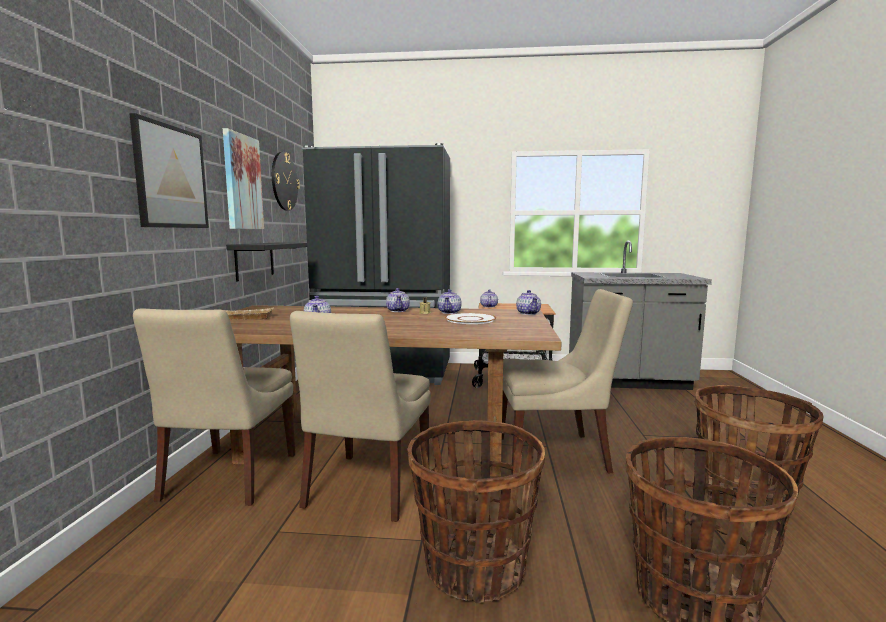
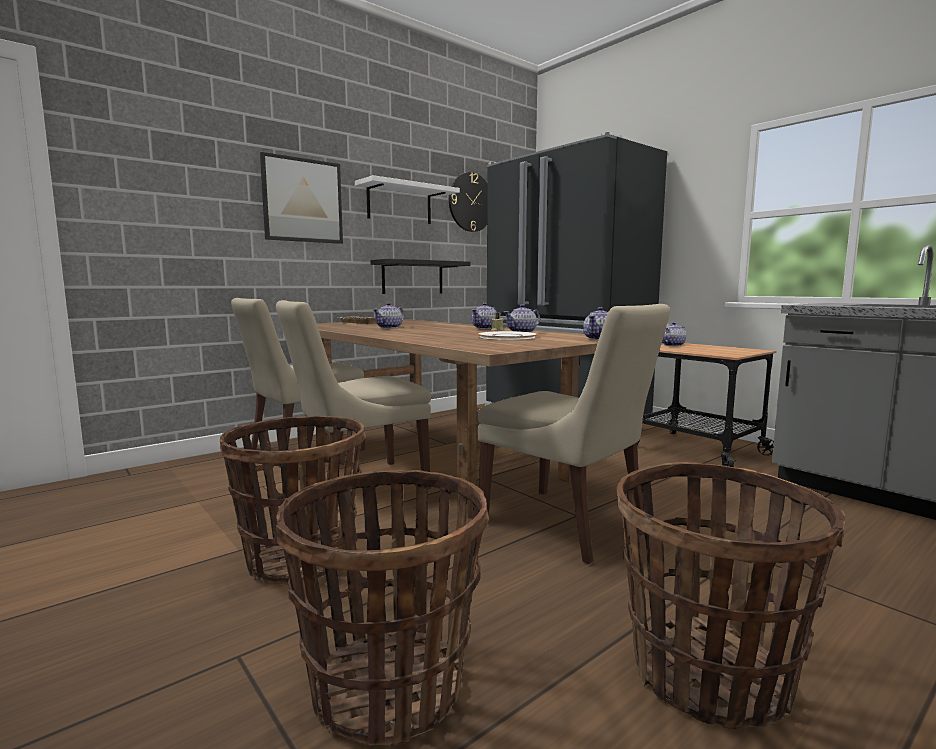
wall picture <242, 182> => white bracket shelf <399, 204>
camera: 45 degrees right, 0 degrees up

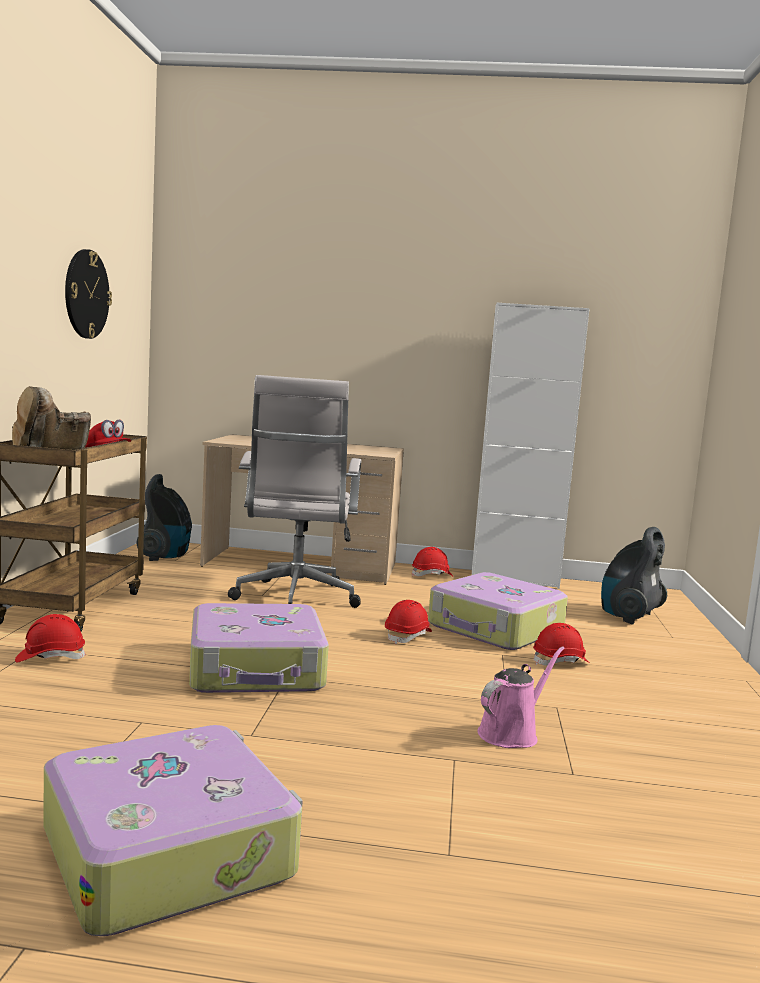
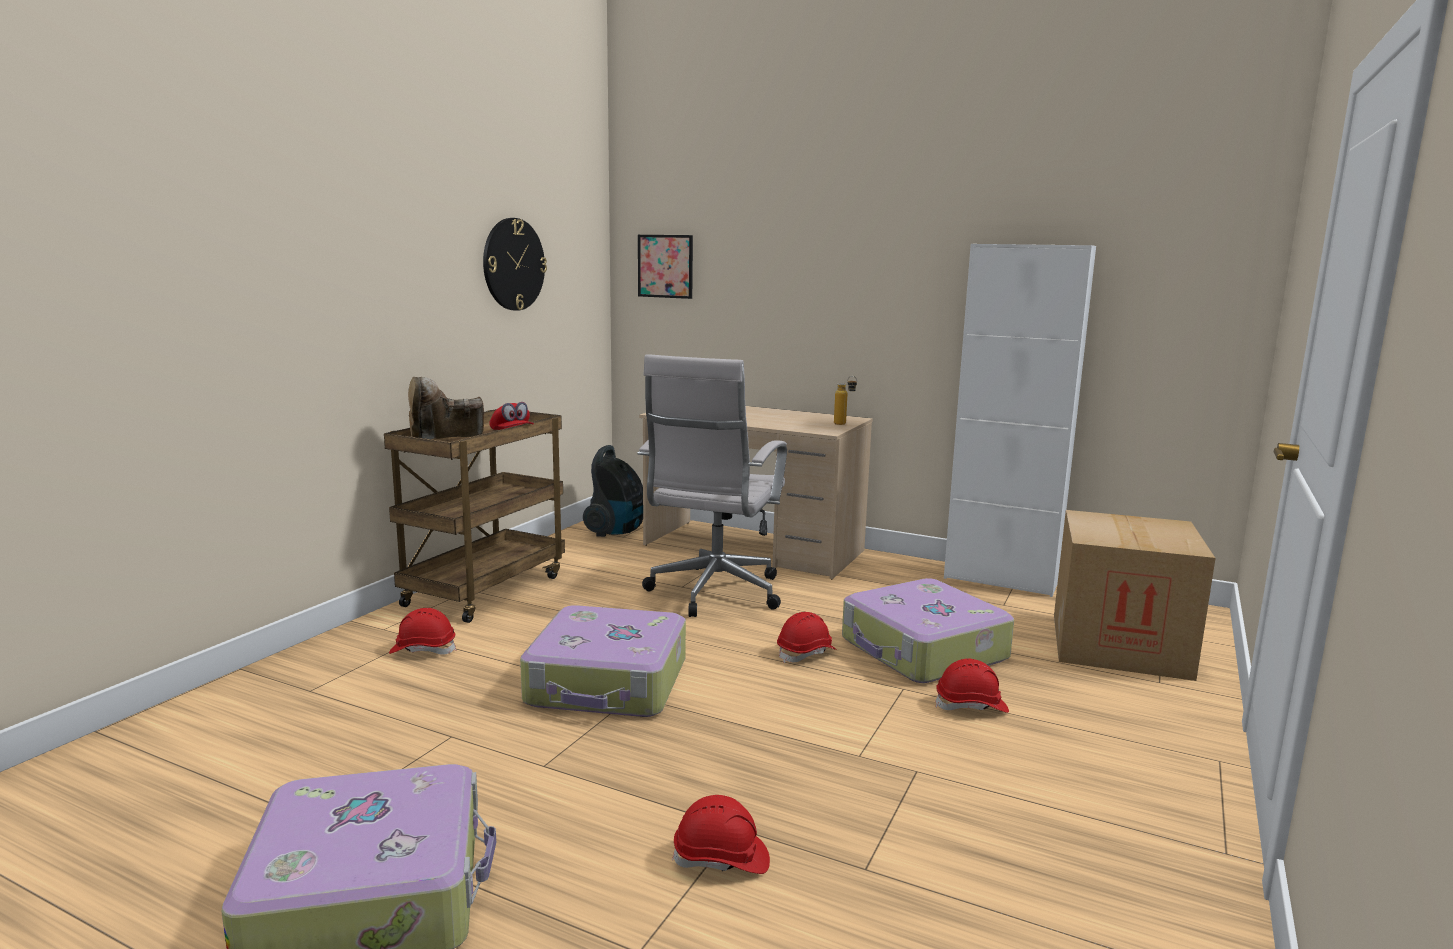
hoover <629, 616> => cardboard box <1119, 645>
red safety helmet <432, 575> => red safety helmet <721, 859>, relocated
pink-coloured watering pot <511, 733> => nothing
nothing => wall picture <665, 266>
nothing => bottle <844, 424>
camera: 20 degrees right, 5 degrees up

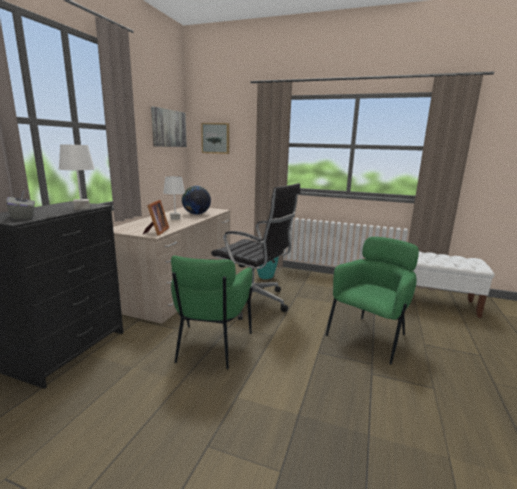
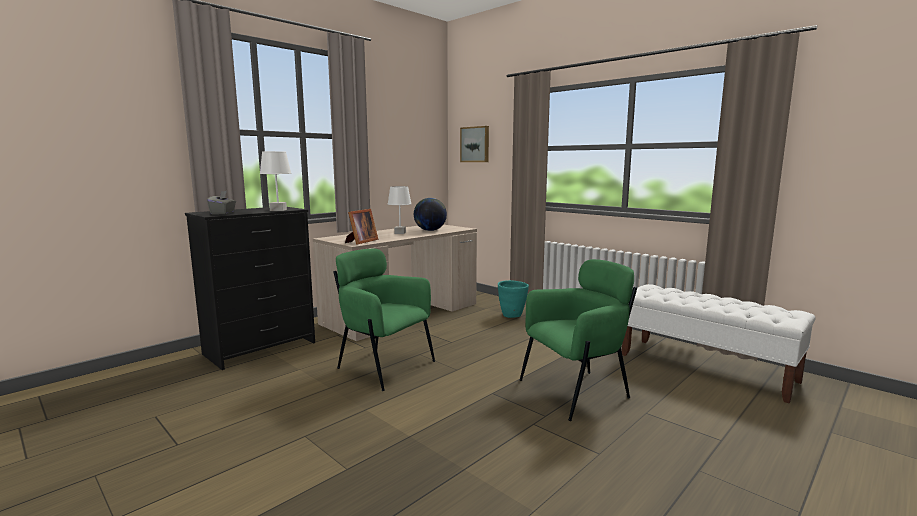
wall picture <168, 128> => nothing
black-coloured desk chair <253, 302> => nothing
greenish armchair <211, 346> => greenish armchair <383, 367>, 90 degrees clockwise
camera: 25 degrees right, 5 degrees down

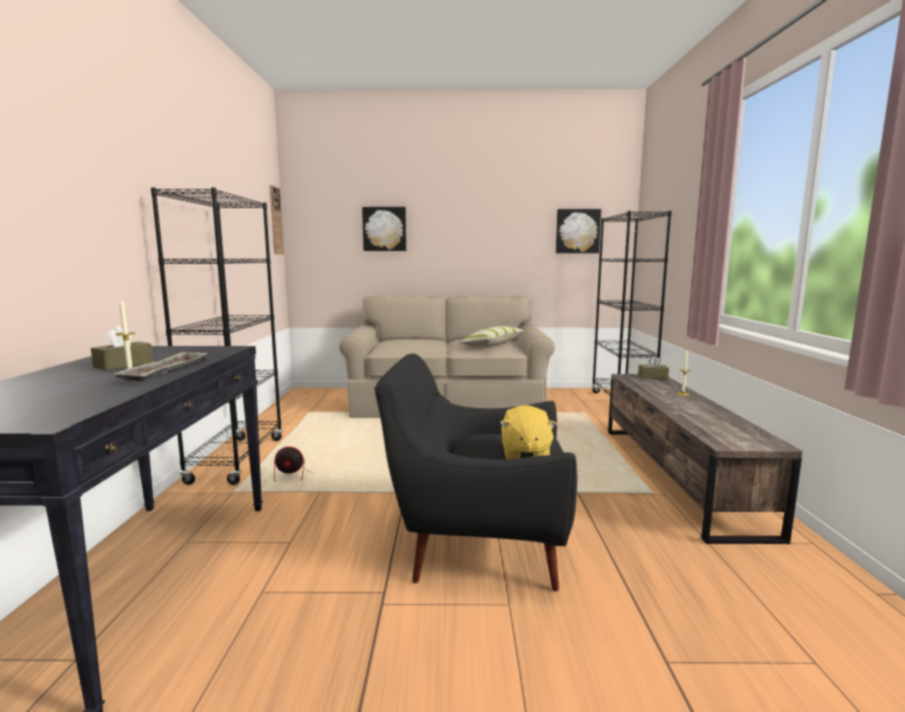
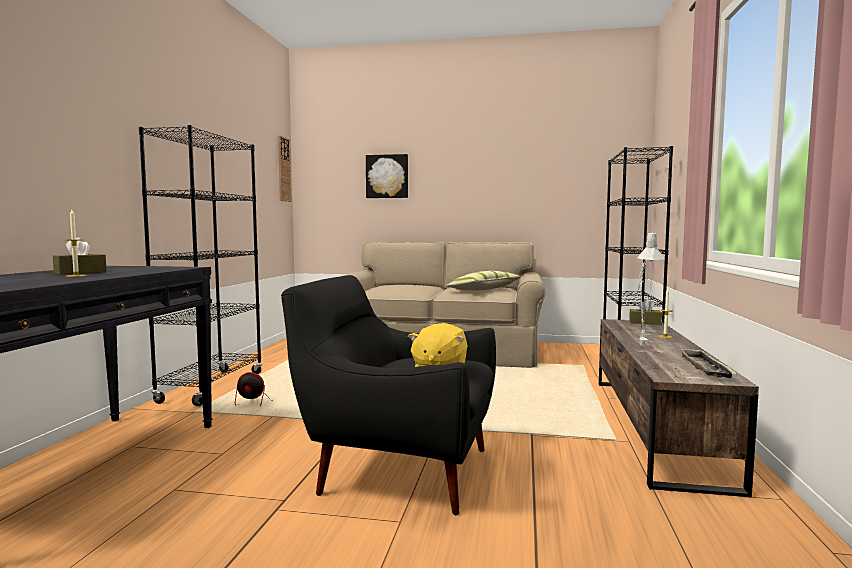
wall picture <577, 231> => nothing
serving tray <167, 372> => serving tray <704, 368>, relocated
nothing => grey tabletop lamp <641, 345>
camera: 10 degrees right, 5 degrees down

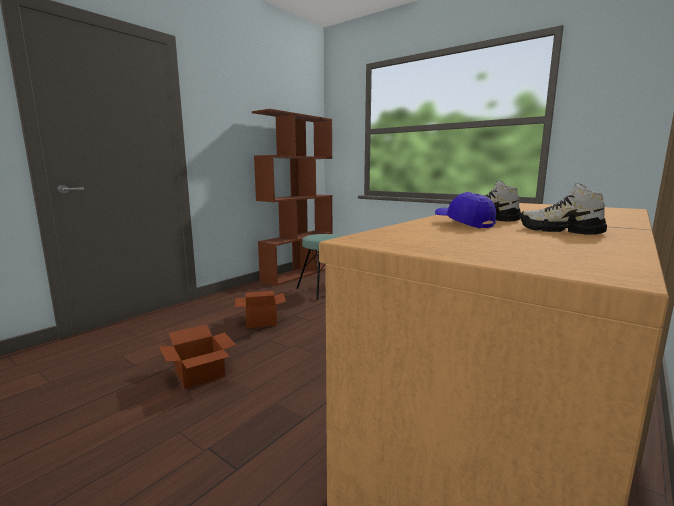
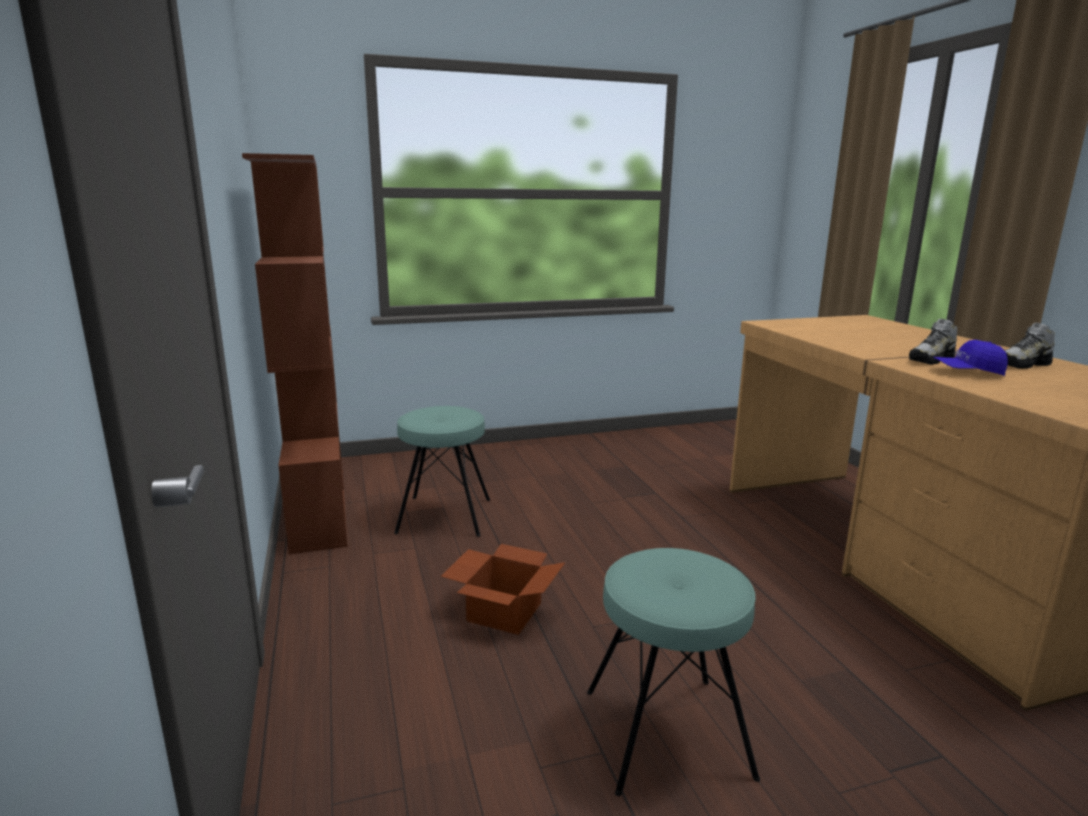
cardboard box <199, 375> => turquoise-coloured stool seat <666, 733>
camera: 55 degrees left, 5 degrees up

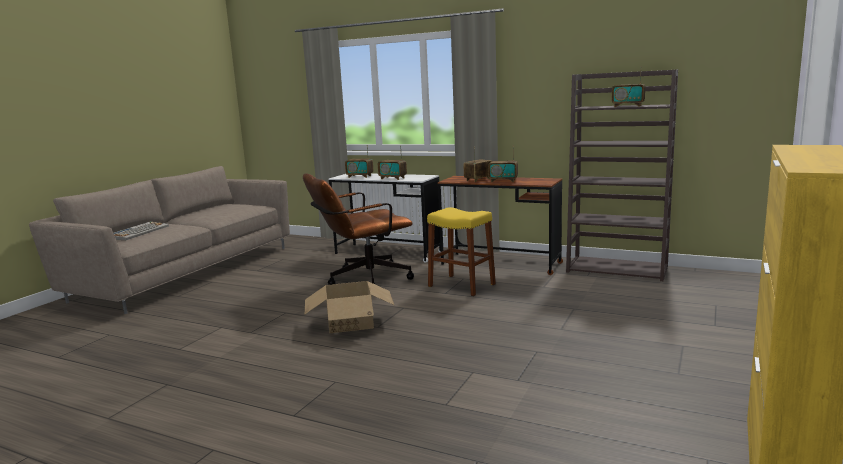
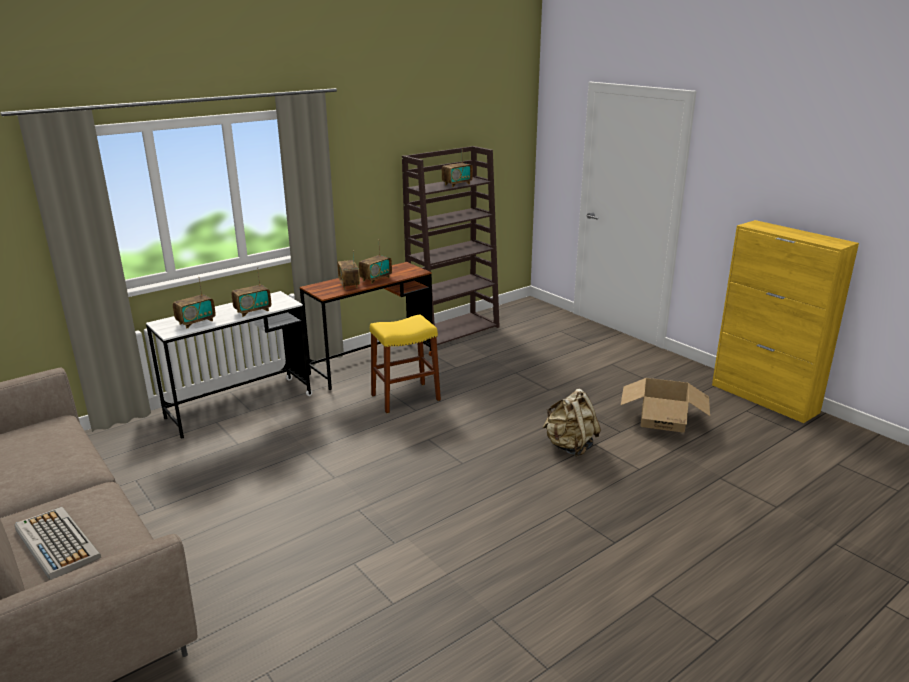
brownish desk chair <362, 280> => nothing
cardboard box <350, 322> => cardboard box <663, 419>, relocated
nothing => sand-coloured rucksack <570, 446>
camera: 65 degrees left, 10 degrees up

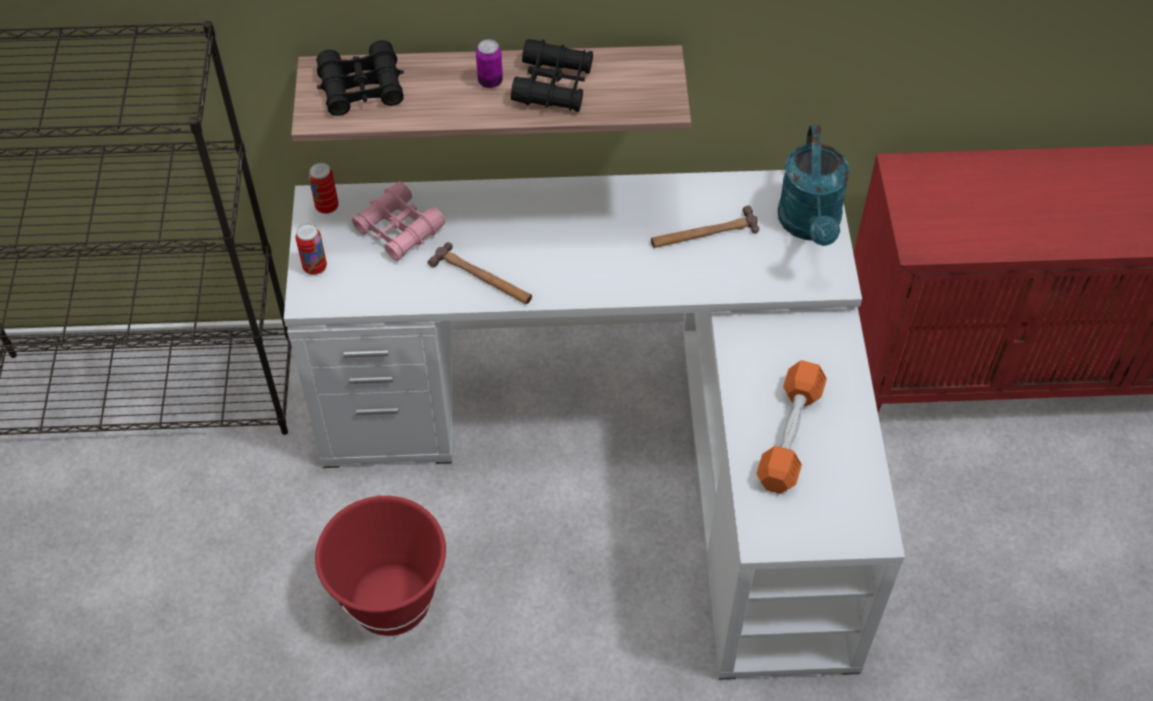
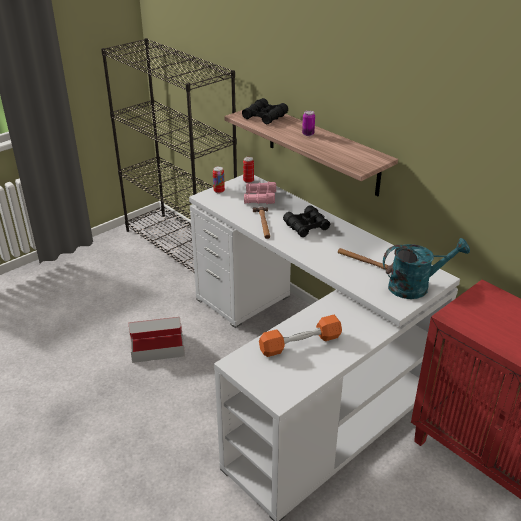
black-coloured field glasses <553, 85> => black-coloured field glasses <306, 226>, relocated
turquoise-coloured watering pot <810, 226> => turquoise-coloured watering pot <416, 286>, 150 degrees counterclockwise
red water bucket <391, 600> => cardboard box <158, 348>
camera: 50 degrees right, 20 degrees down

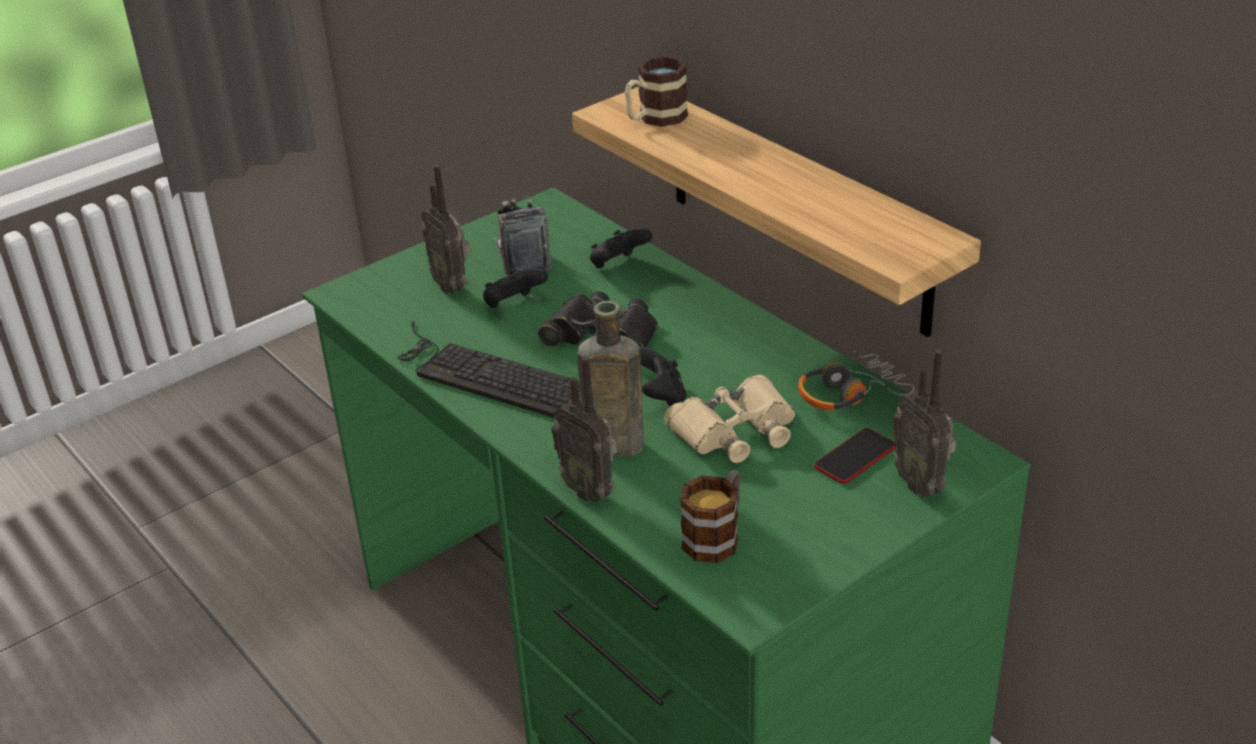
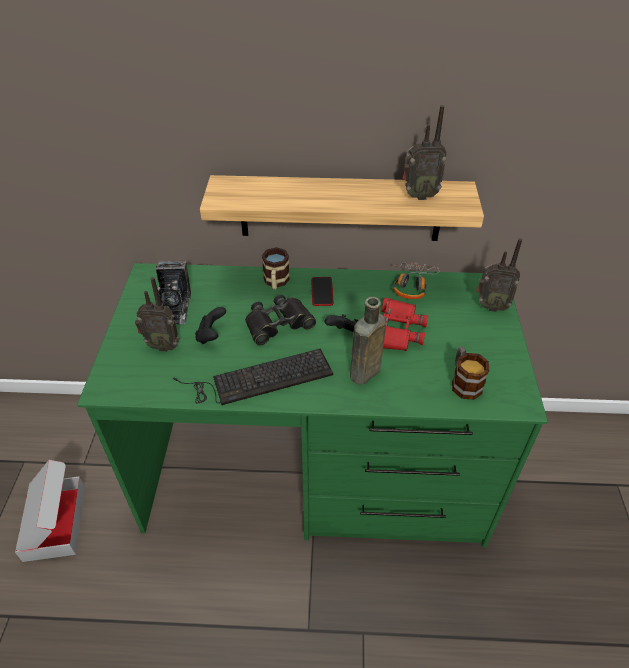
tea mug <655, 119> => tea mug <276, 282>, relocated
still camera <522, 256> => still camera <175, 307>, 120 degrees counterclockwise
black-coloured game controller <618, 265> => nothing
radio <590, 490> => radio <418, 195>, relocated
sand-coloured field glasses <735, 430> => red field glasses <398, 330>
phone <855, 457> => phone <322, 292>, relocated
nothing => cardboard box <55, 522>
camera: 50 degrees left, 10 degrees up

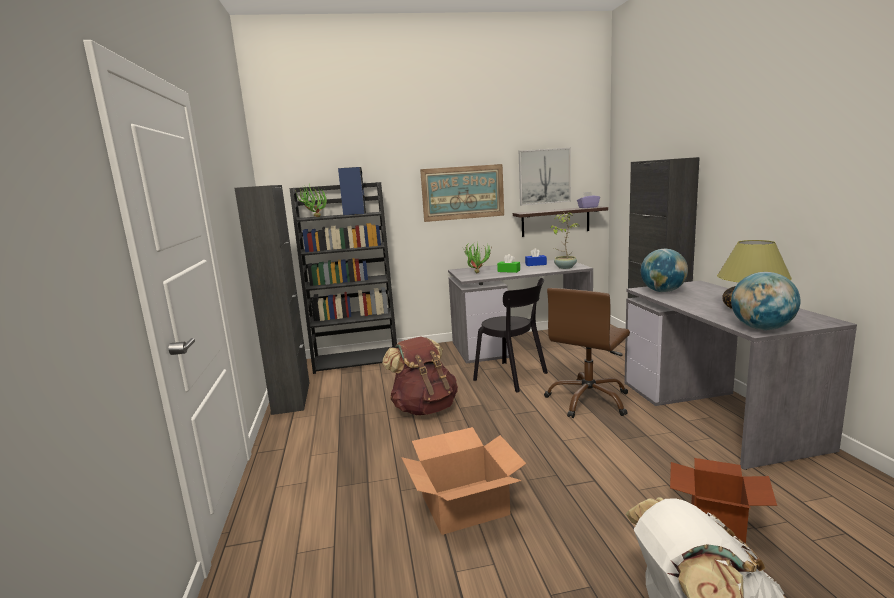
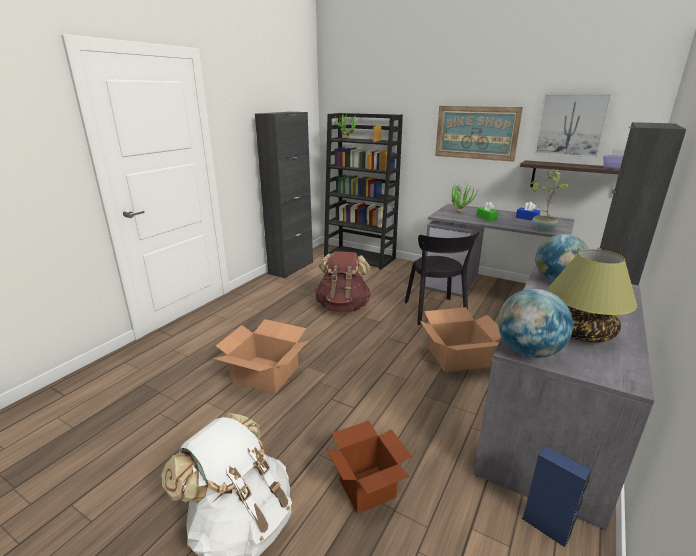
blue audio speaker <354, 214> => blue audio speaker <546, 526>, relocated
brownish desk chair <588, 400> => cardboard box <457, 356>
camera: 40 degrees right, 10 degrees up

